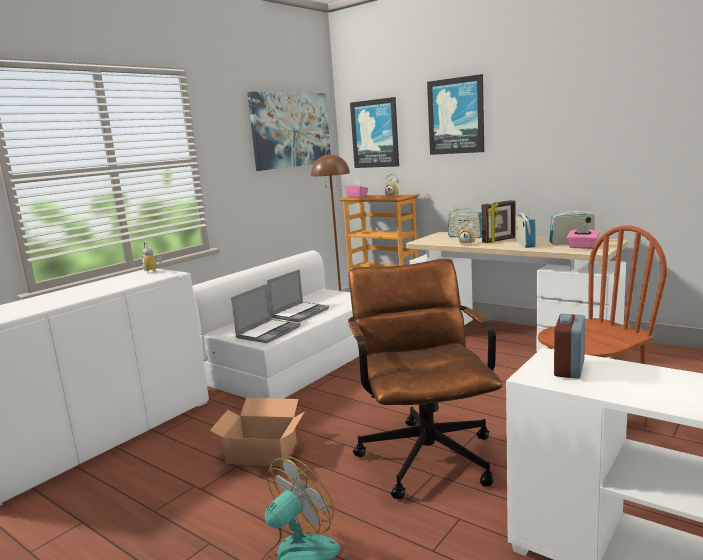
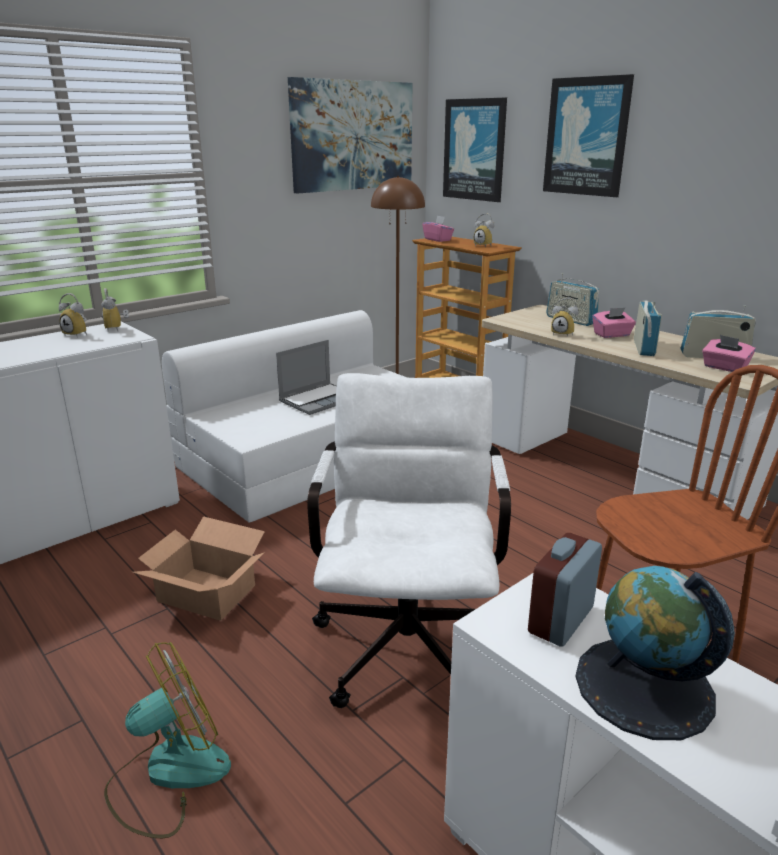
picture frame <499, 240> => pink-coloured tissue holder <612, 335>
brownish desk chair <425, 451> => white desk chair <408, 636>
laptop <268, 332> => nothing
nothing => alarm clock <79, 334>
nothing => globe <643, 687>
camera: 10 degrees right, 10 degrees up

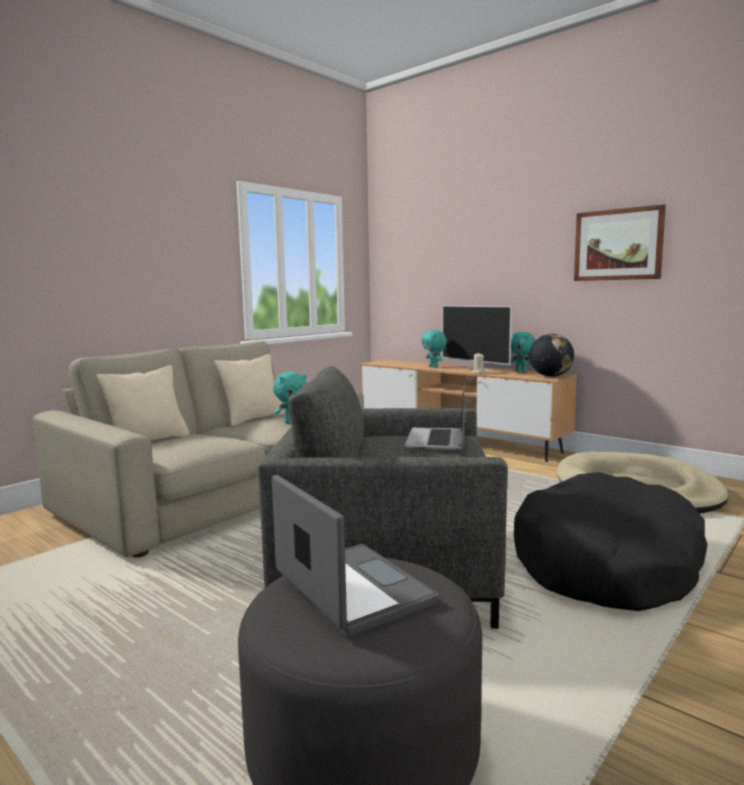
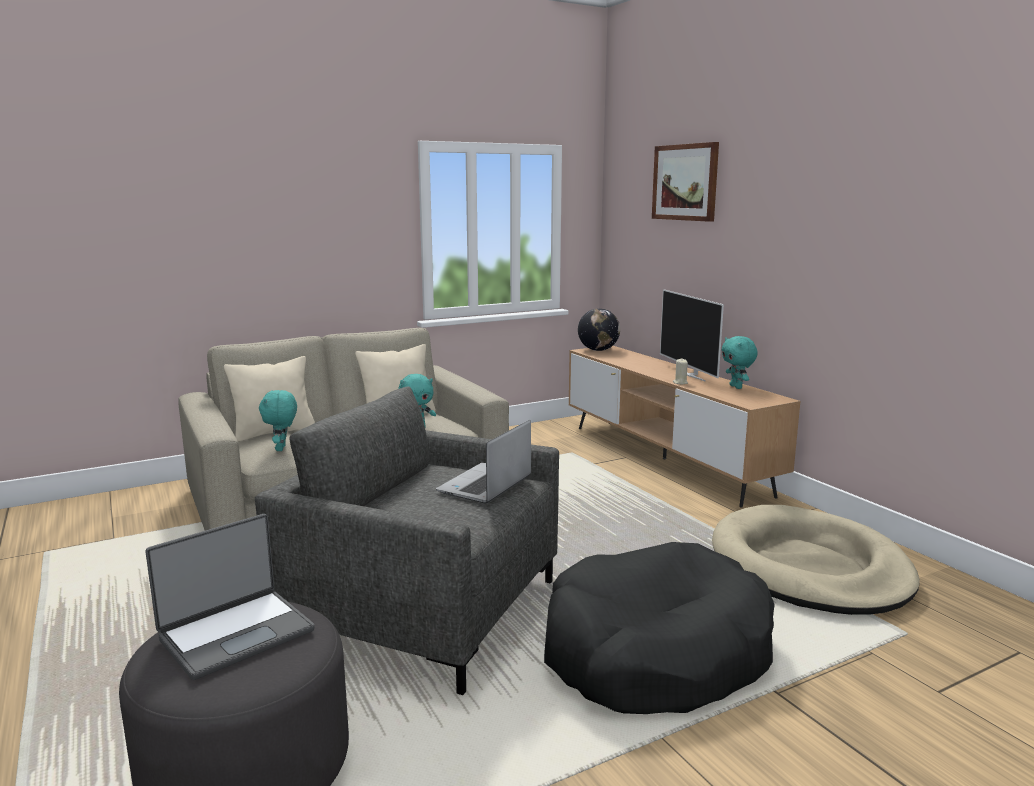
wall picture <618, 245> => wall picture <685, 182>, relocated
turquoise-coloured plush toy <434, 367> => turquoise-coloured plush toy <282, 448>, relocated
globe <550, 376> => globe <598, 350>, relocated
laptop <350, 590> => laptop <236, 633>, 60 degrees clockwise
camera: 20 degrees right, 5 degrees up

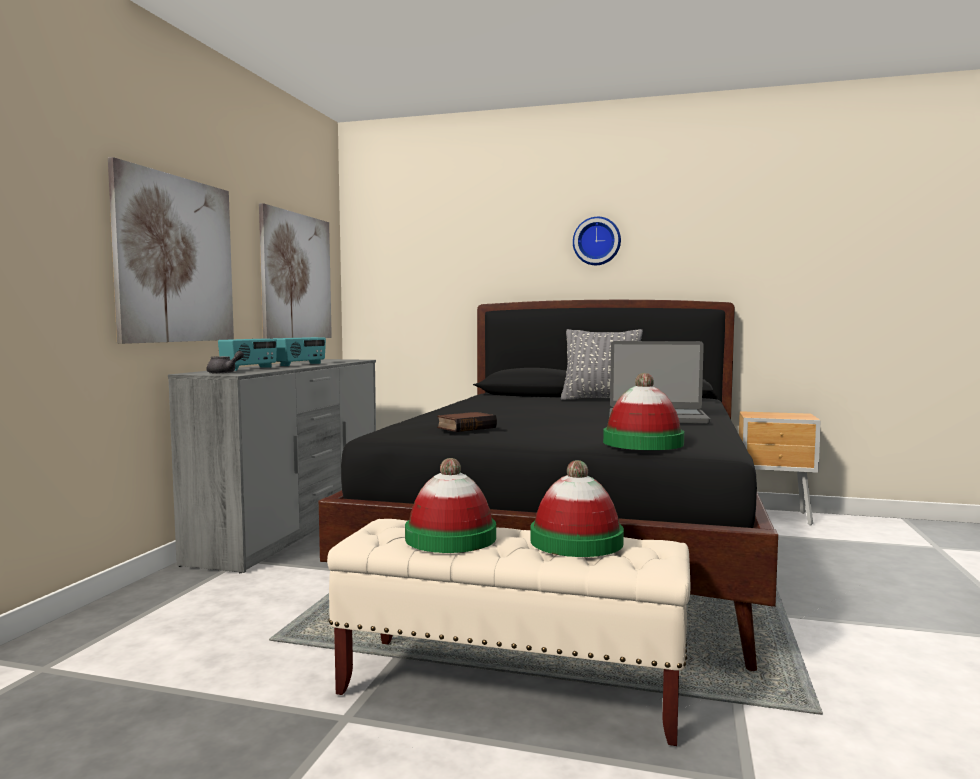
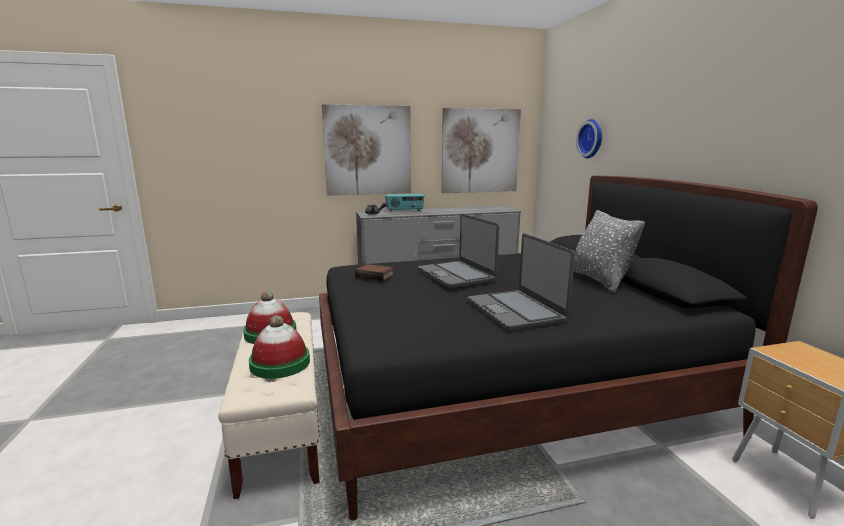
clock on the wall <597, 241> => clock on the wall <592, 138>, relocated
radio <301, 364> => nothing
wearable hat <643, 443> => nothing
nothing => laptop <456, 275>
camera: 60 degrees right, 10 degrees up

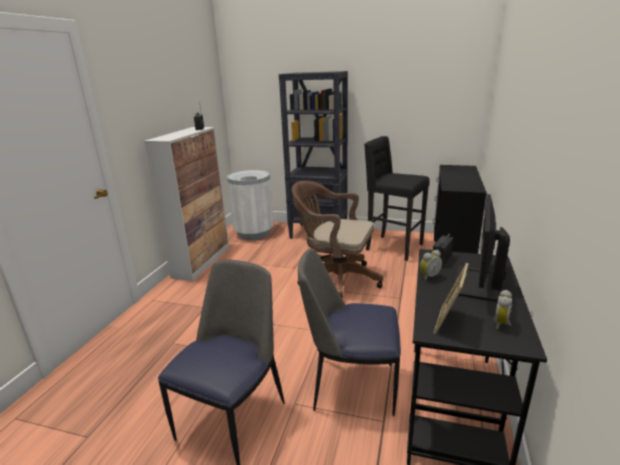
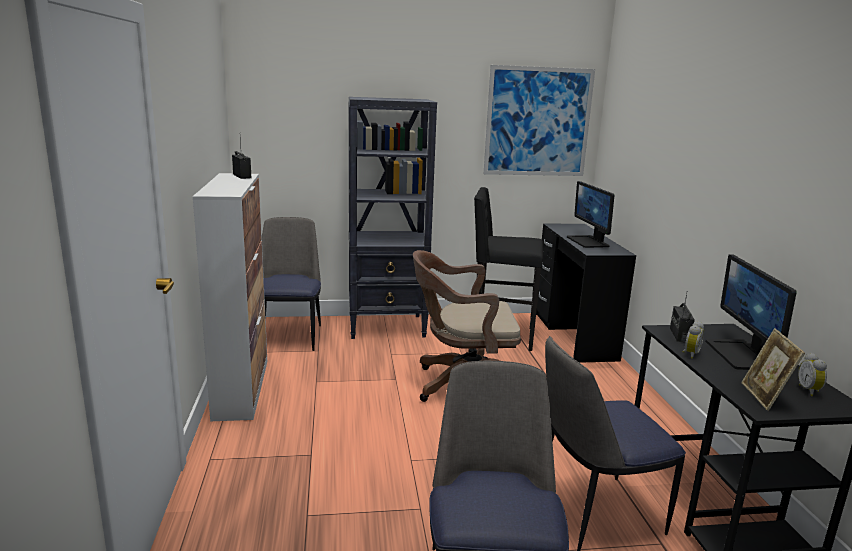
white waste bin <254, 233> => chair <289, 336>
nothing => wall picture <538, 122>
nothing => computer screen <588, 242>
camera: 25 degrees left, 5 degrees down

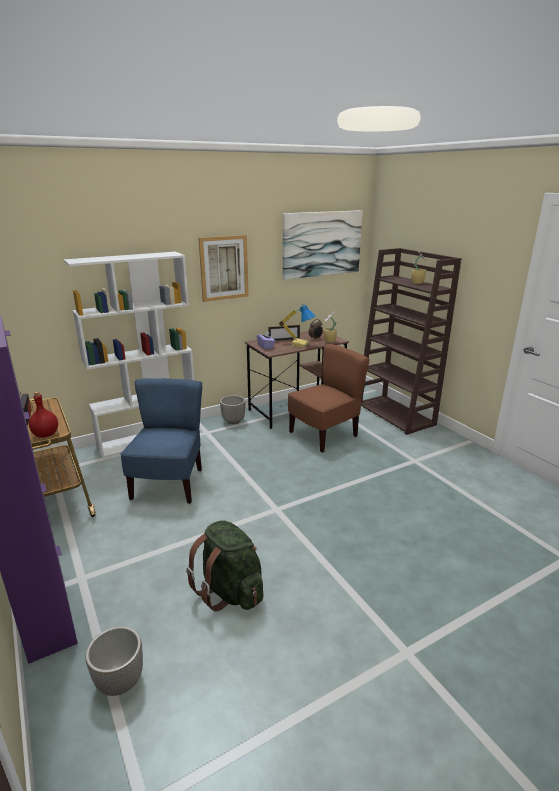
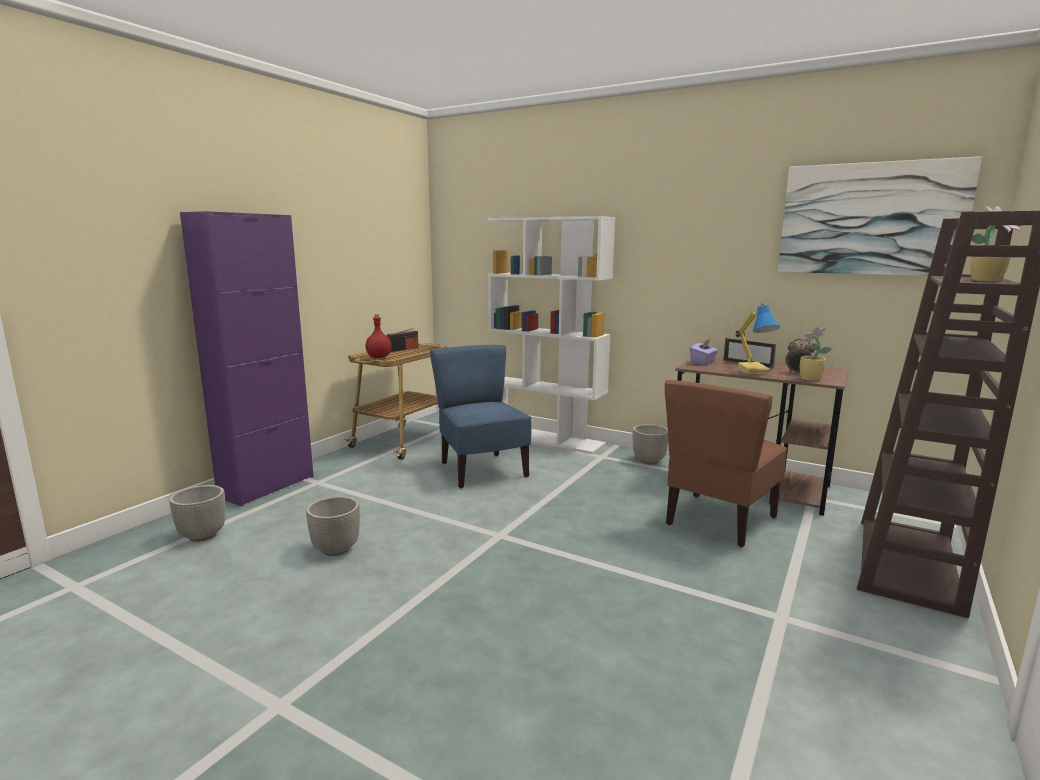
wall picture <224, 268> => nothing
brownish chair <324, 435> => brownish chair <719, 520>, 105 degrees clockwise
blue chair <169, 484> => blue chair <481, 470>, 90 degrees counterclockwise
greenish rucksack <230, 591> => plant pot <336, 549>
camera: 60 degrees right, 10 degrees down

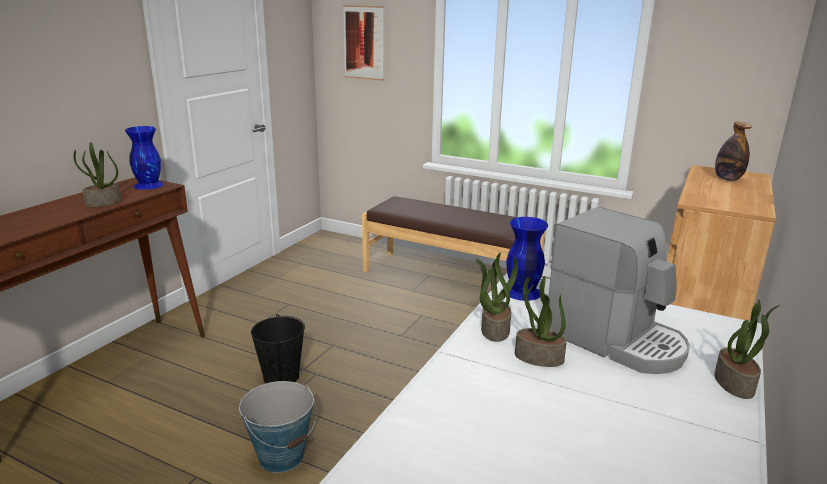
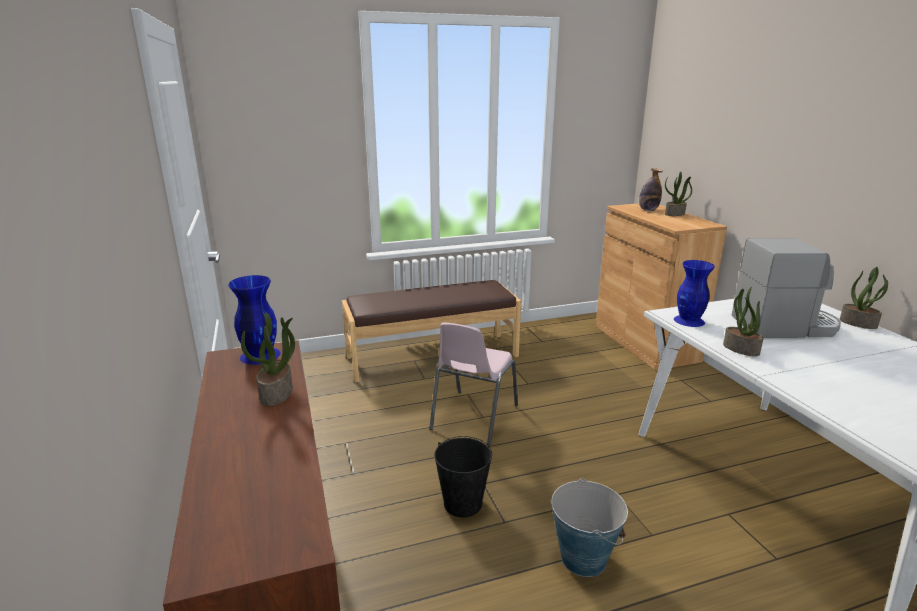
wall picture <363, 42> => nothing
houseplant <538, 358> => houseplant <675, 214>, relocated
nothing => pink-coloured chair <473, 417>
camera: 45 degrees left, 0 degrees up

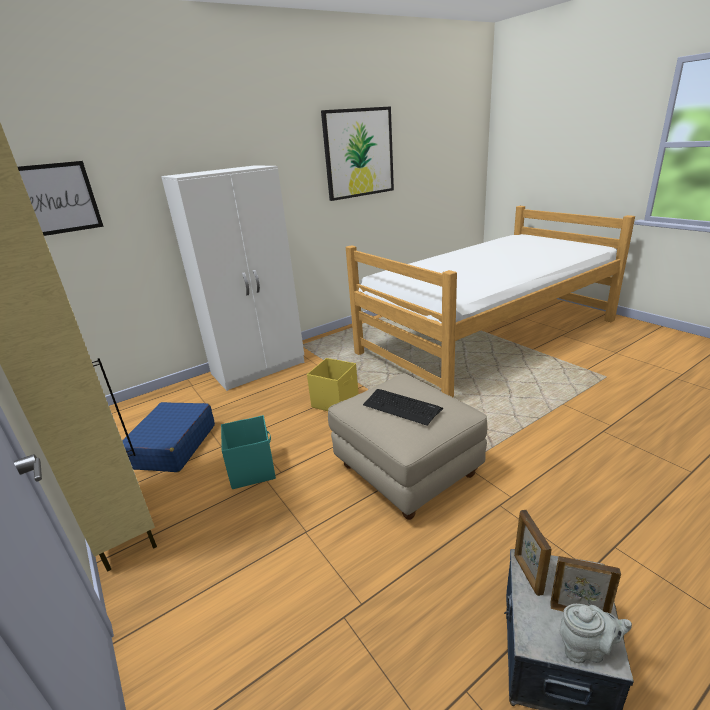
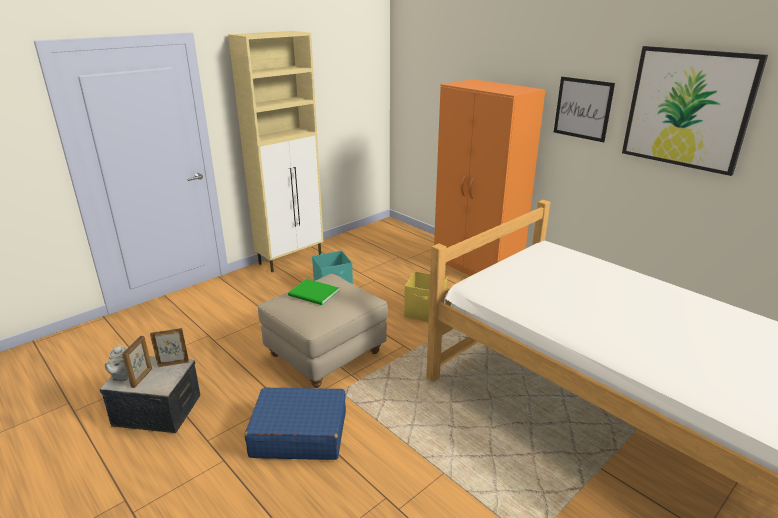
wall picture <57, 199> => wall picture <583, 109>, relocated
white armoire <259, 368> => orange armoire <477, 267>
computer keyboard <401, 407> => greenish bound book <314, 294>
blue piece of luggage <172, 446> => blue piece of luggage <299, 434>, relocated
camera: 80 degrees right, 0 degrees up

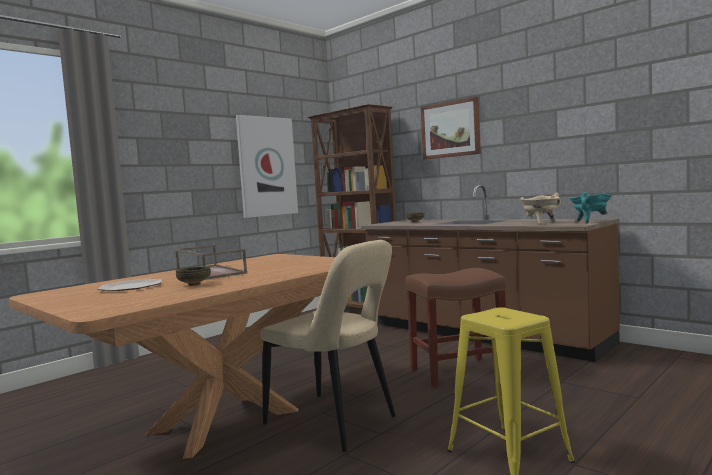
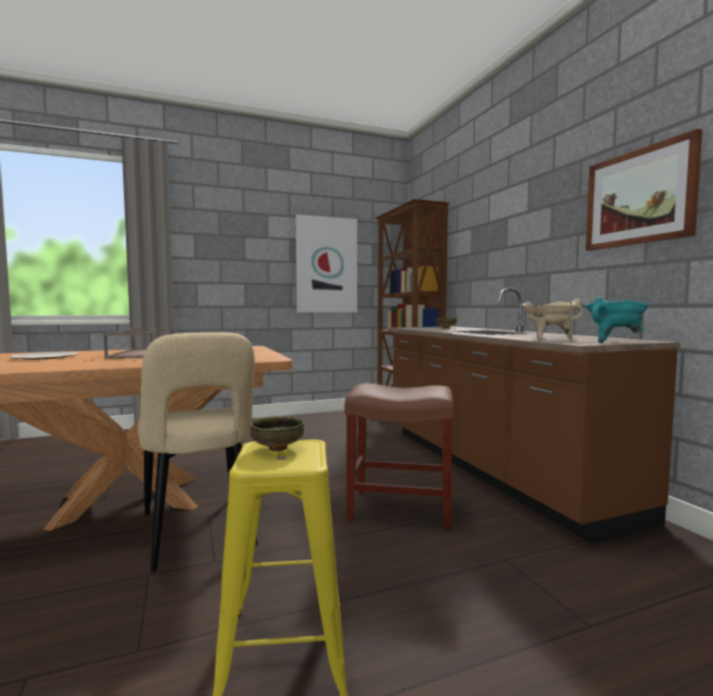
wall picture <450, 129> => wall picture <639, 197>, relocated
deep dish <194, 285> => deep dish <277, 448>, relocated
camera: 25 degrees right, 0 degrees up

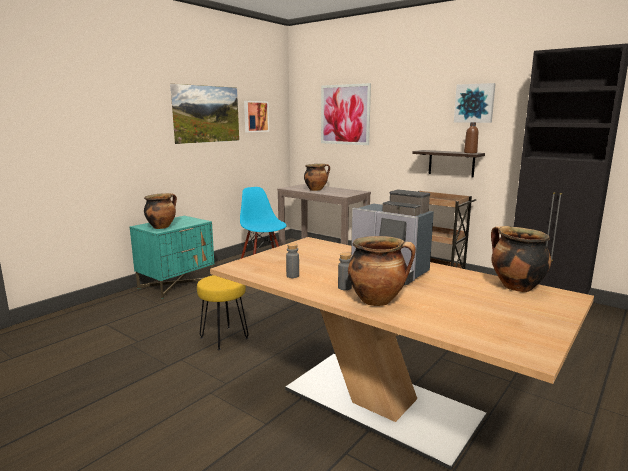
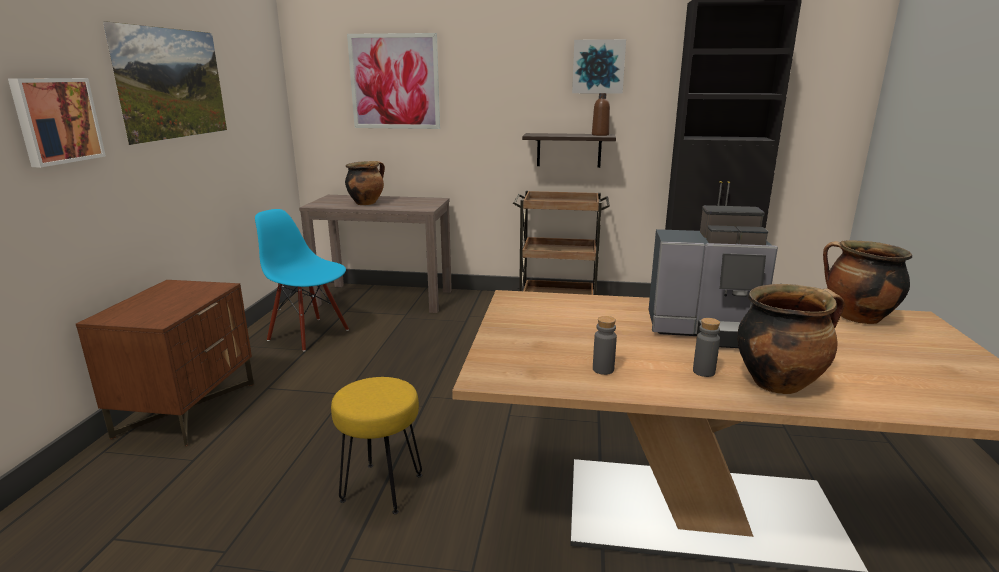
wall picture <255, 116> => wall picture <56, 120>, relocated
saucepot <161, 227> => nothing
turquoise-coloured nightstand <177, 284> => brownish nightstand <187, 409>
camera: 30 degrees left, 5 degrees up

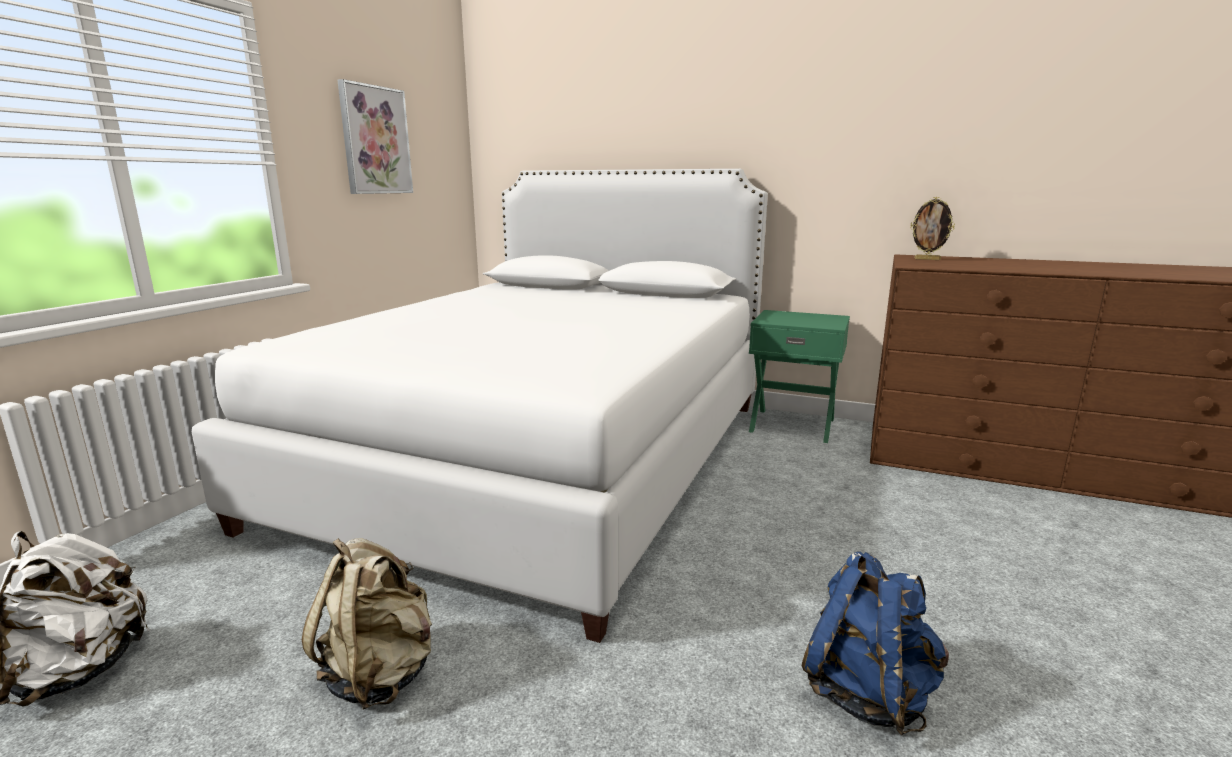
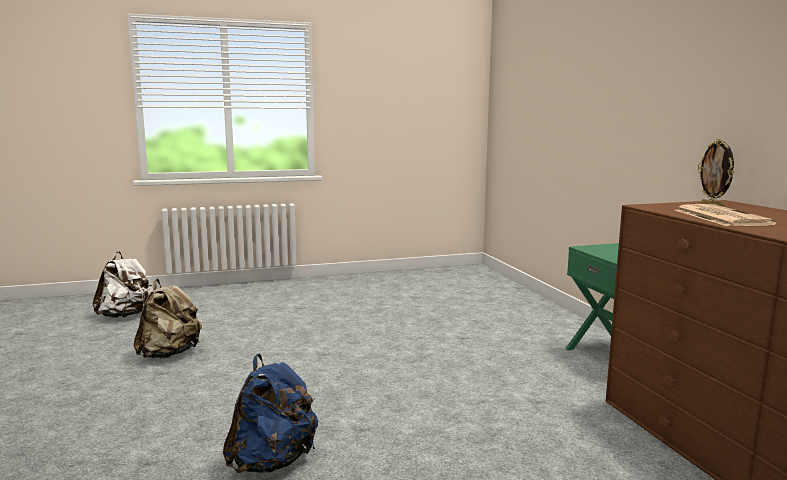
wall picture <375, 140> => nothing
white bed <543, 458> => nothing
nothing => daily paper <719, 217>
camera: 50 degrees right, 5 degrees down

